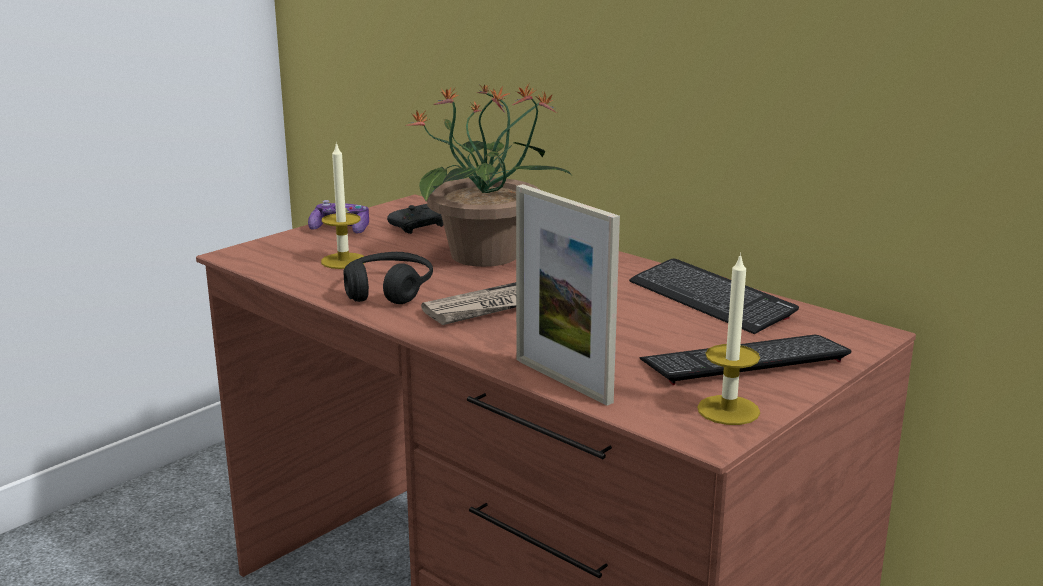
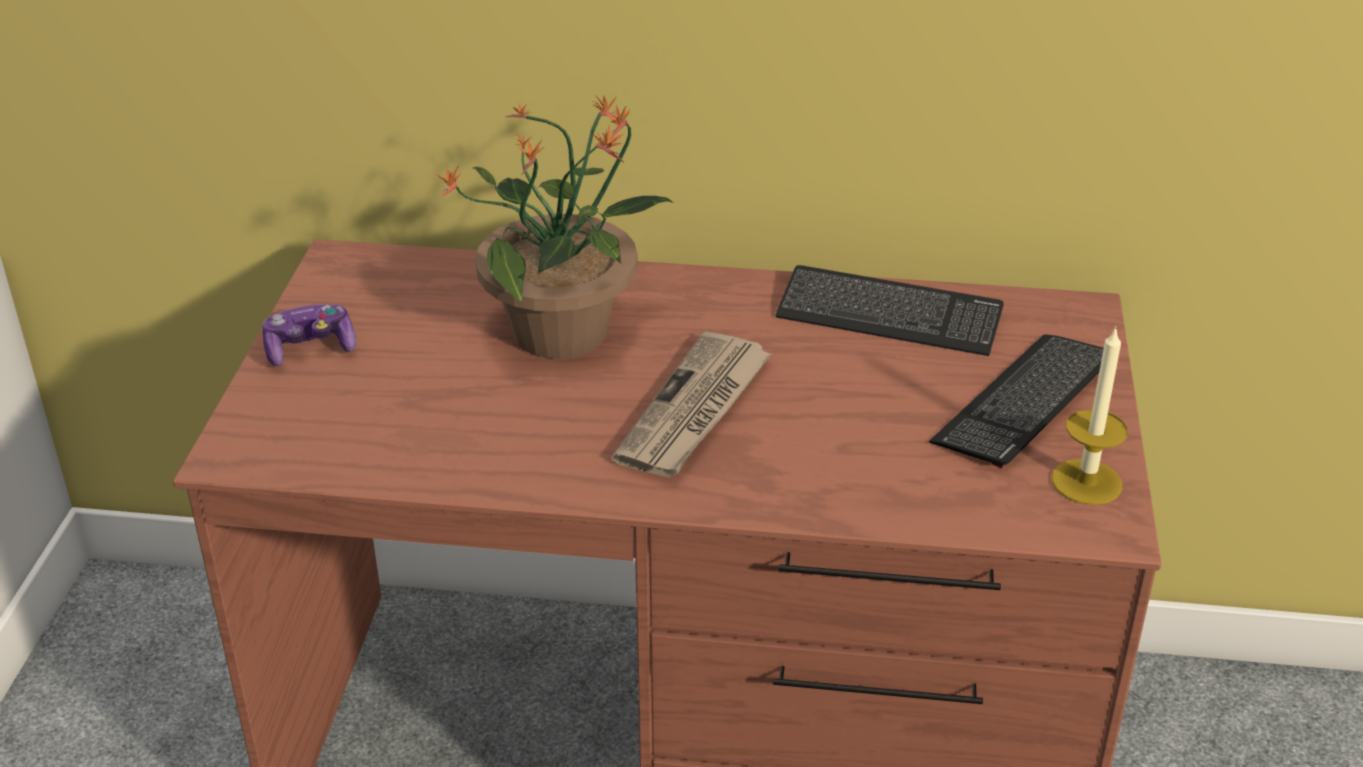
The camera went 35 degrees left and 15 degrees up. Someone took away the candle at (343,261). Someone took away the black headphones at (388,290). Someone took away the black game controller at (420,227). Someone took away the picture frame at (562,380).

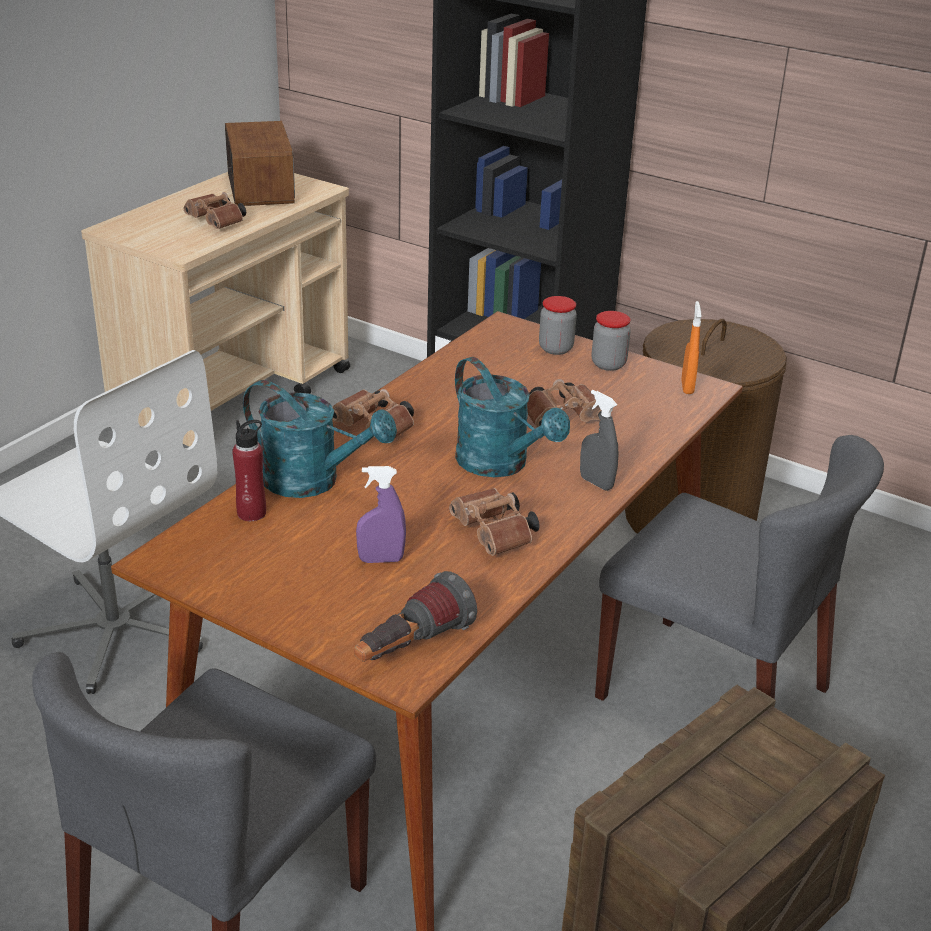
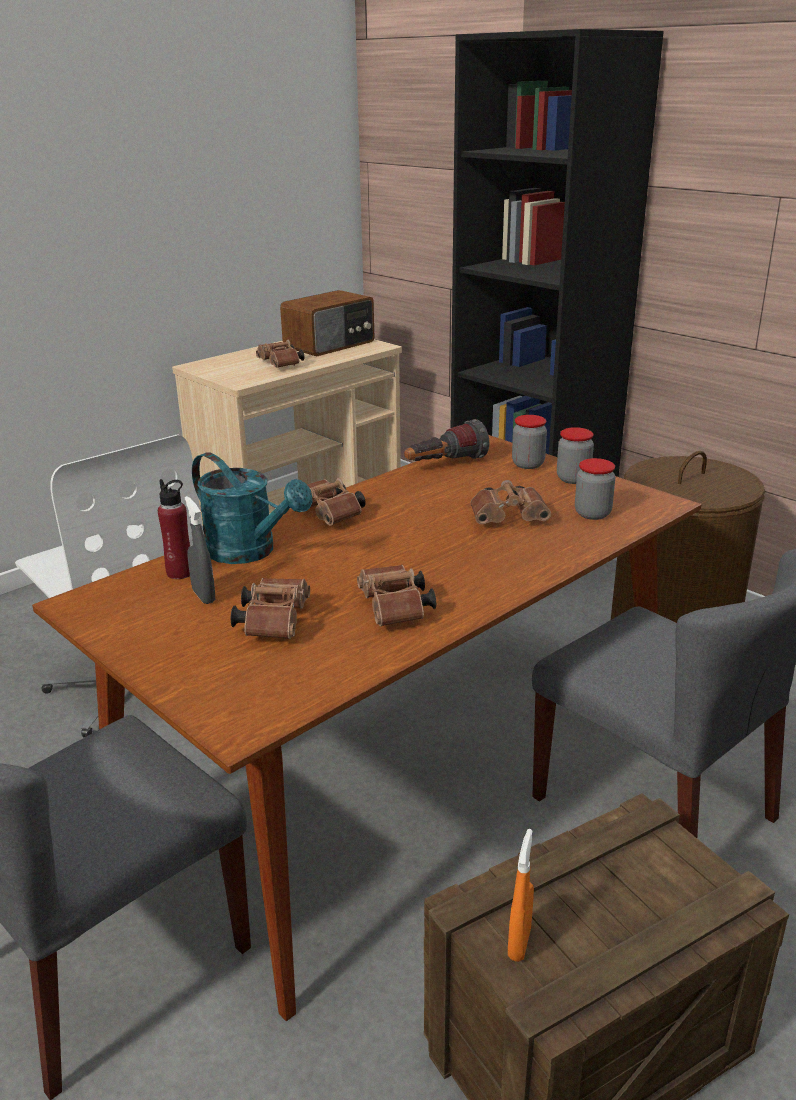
The camera went 15 degrees right and 5 degrees down. Someone rotated the radio at (262,188) by 45 degrees clockwise. Someone carried the flashlight from (411,648) to (444,465). Someone swapped the purple spray bottle at (381,560) for the brown binoculars at (274,621). Someone took away the turquoise watering can at (501,465). Someone carried the grey spray bottle from (596,483) to (203,596). Someone carried the orange spray bottle from (687,387) to (519,943). Someone put down the jar at (592,514).

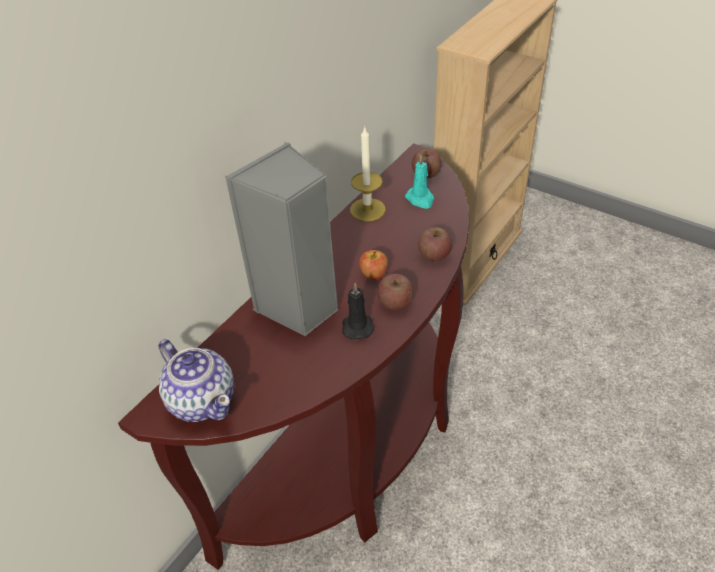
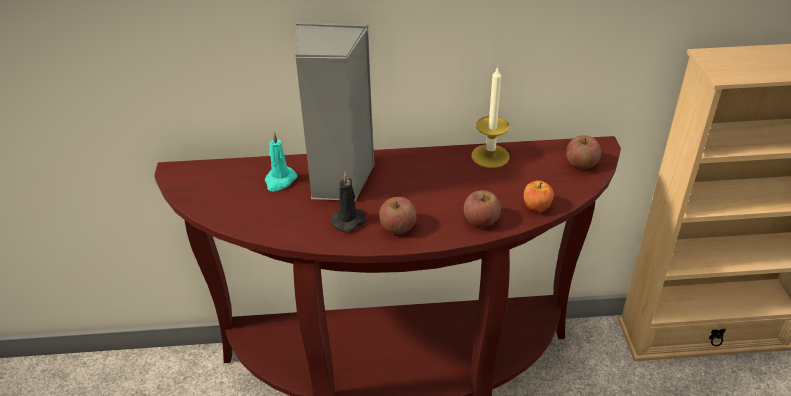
The camera went 50 degrees right and 5 degrees down. Someone took away the teapot at (202,400). Someone carried the apple from (374,274) to (536,207). Someone carried the turquoise candle from (420,199) to (280,181).

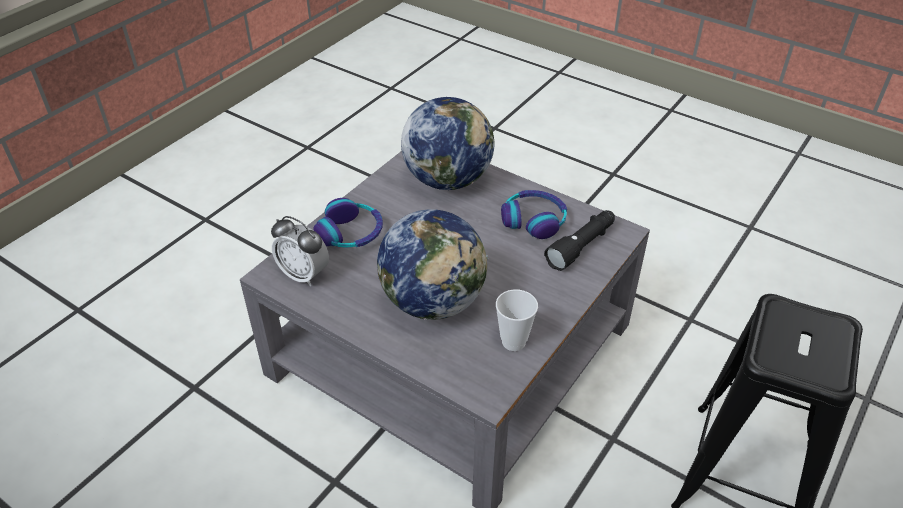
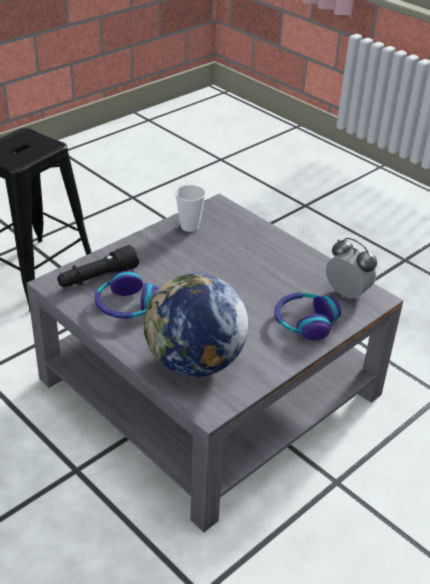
The camera went 170 degrees left and 5 degrees down. Someone took away the globe at (433,301).

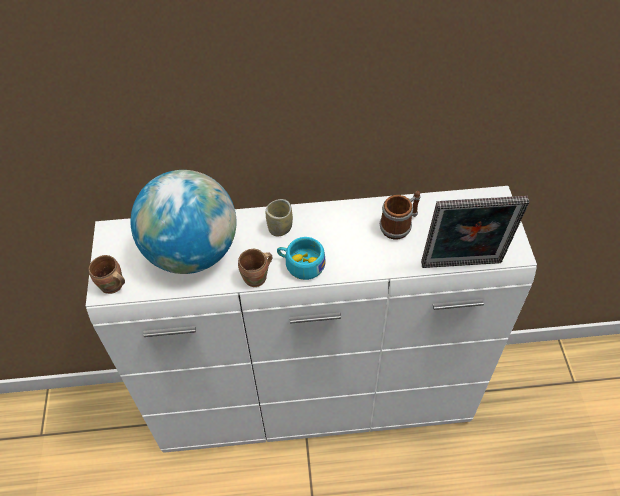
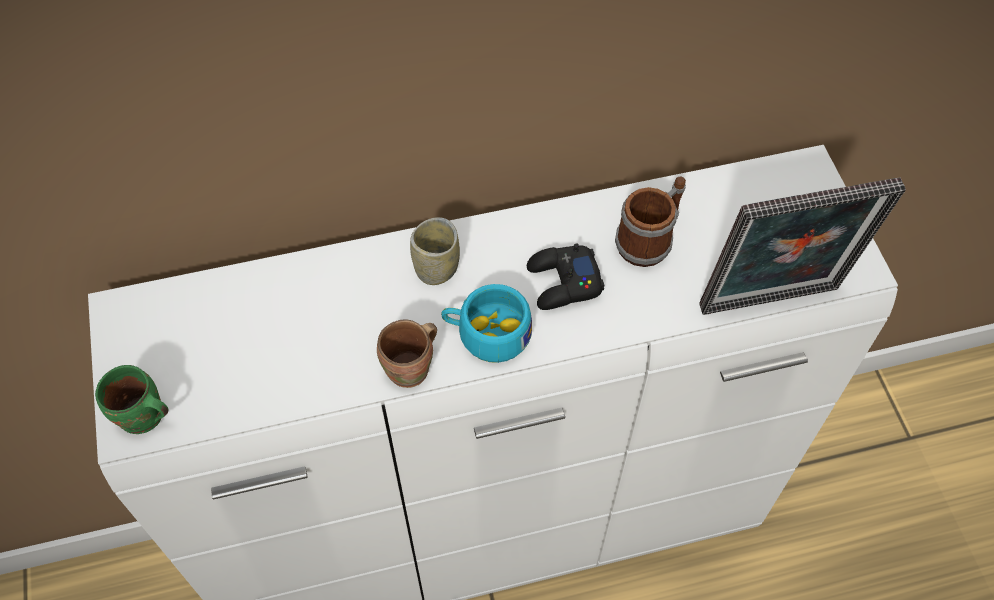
The camera went 10 degrees left and 5 degrees up. Someone repainted the brown mug at (112,286), which became the green mug at (143,419). Someone took away the globe at (192,252). Someone put down the black game controller at (563,283).

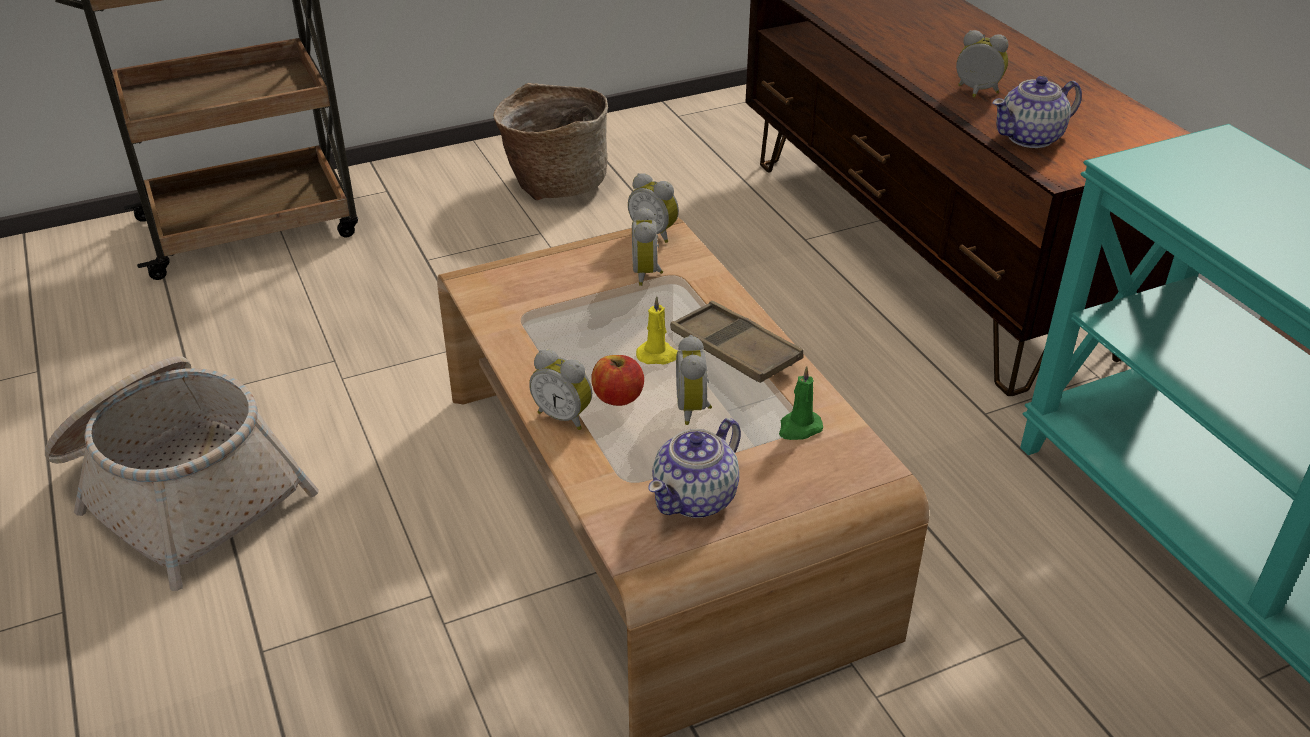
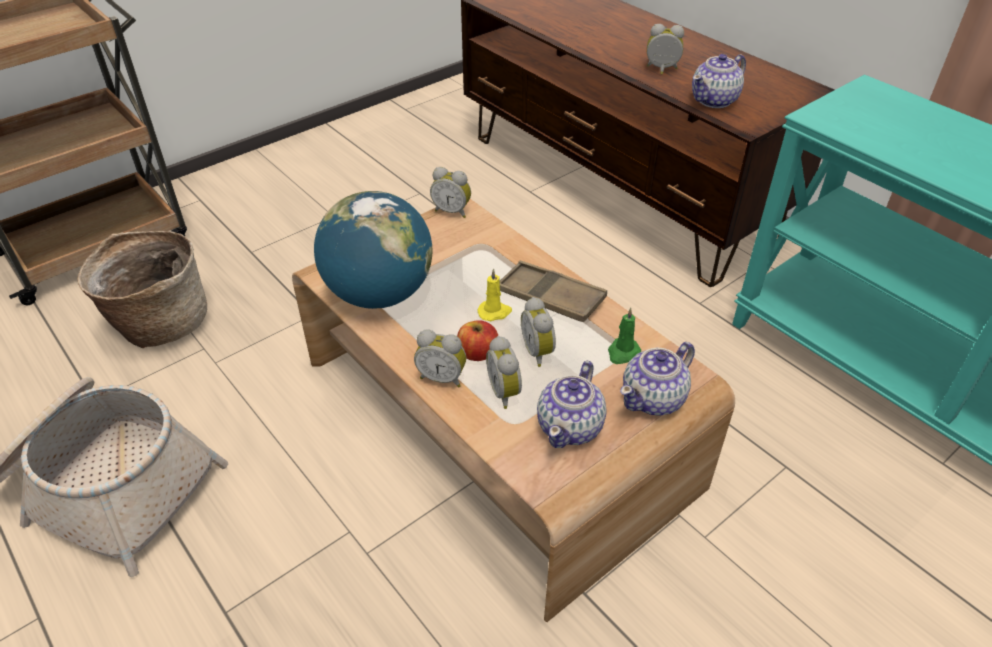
The camera went 15 degrees left and 5 degrees up. Someone carried the basket from (554,183) to (159,323). Someone carried the alarm clock from (648,273) to (506,392). Someone put down the globe at (379,294). Someone put down the teapot at (654,399).

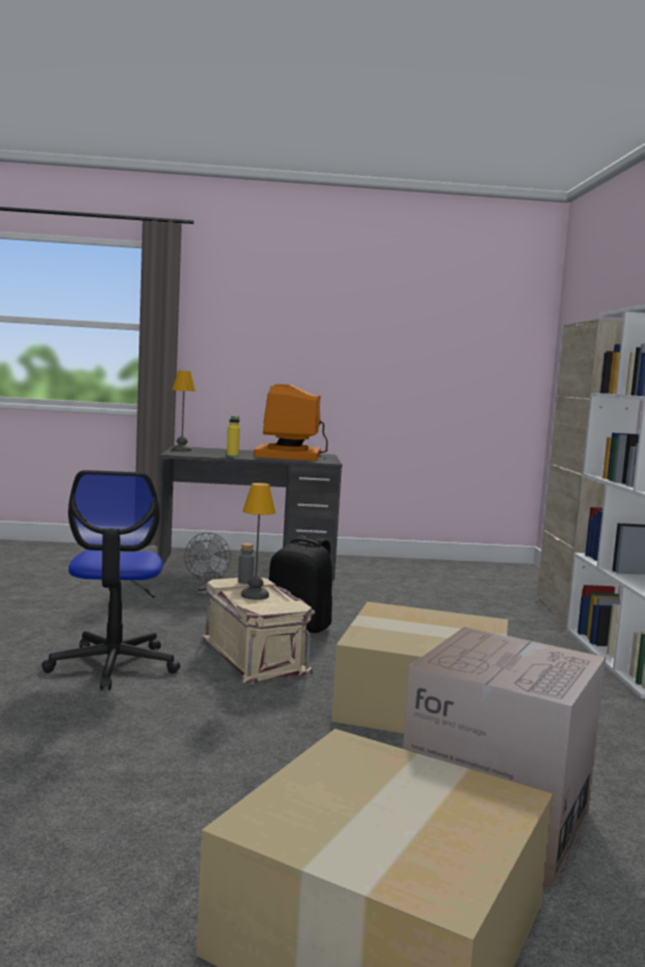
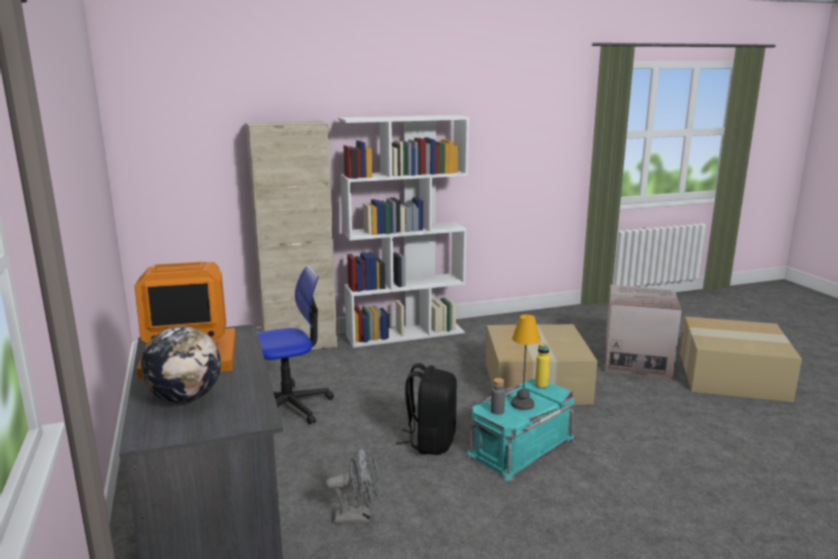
The camera went 105 degrees left and 10 degrees up. Someone carried the office chair from (113,665) to (290,406). Someone took away the table lamp at (182,450). Someone repainted the beige storage box at (256,656), which became the turquoise storage box at (520,447). Someone carried the yellow bottle from (232,456) to (541,385). Someone put down the globe at (185,398).

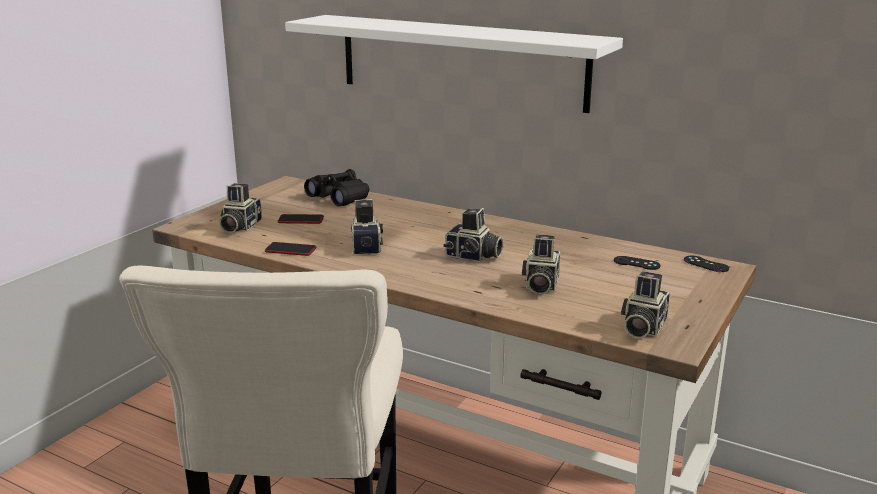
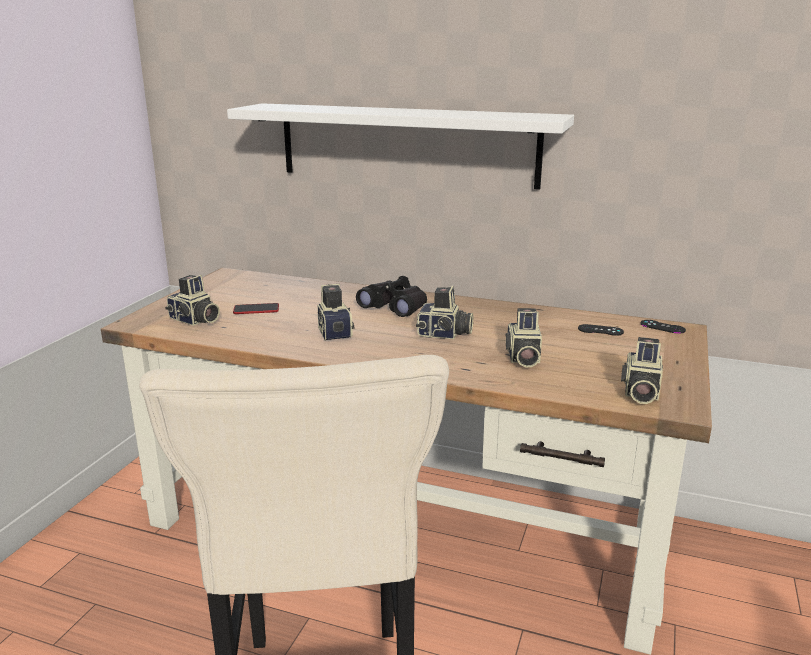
The camera went 10 degrees left and 0 degrees up. Someone rotated the photo camera at (239,227) by 60 degrees counterclockwise. Someone took away the phone at (290,250). Someone carried the black binoculars from (340,197) to (395,307).

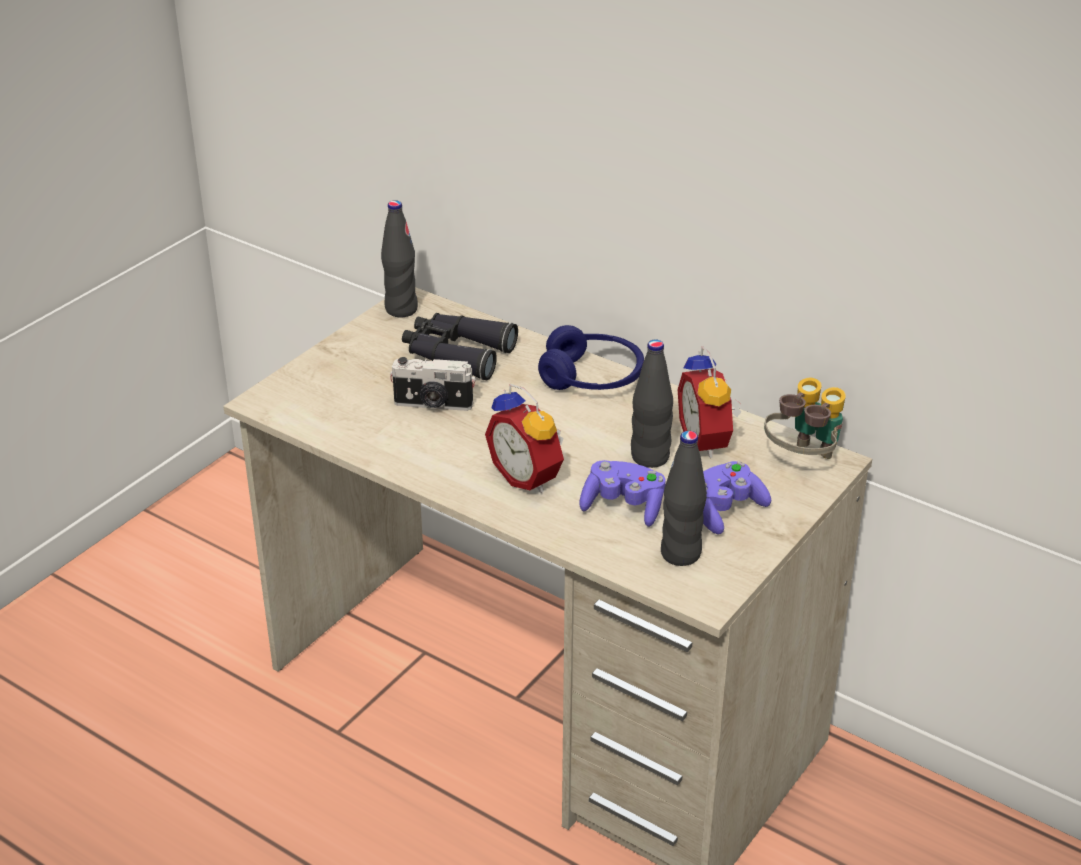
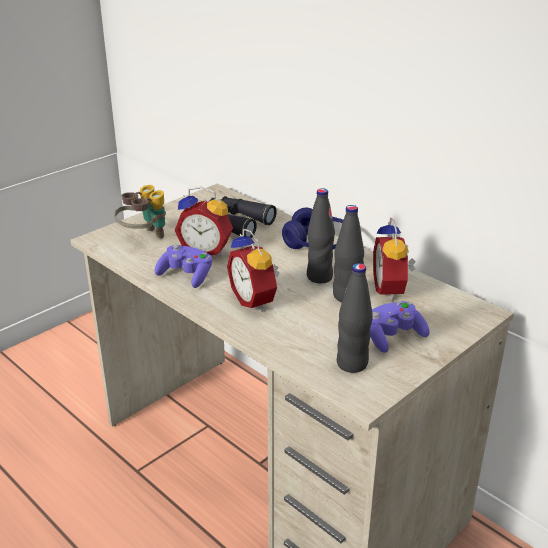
The camera went 10 degrees right and 5 degrees down. Someone carried the black bottle from (401,309) to (319,277). Someone swapped the photo camera at (433,405) for the alarm clock at (206,251). Someone carried the purple game controller from (624,506) to (186,276). Someone carried the binoculars from (803,460) to (144,238).

